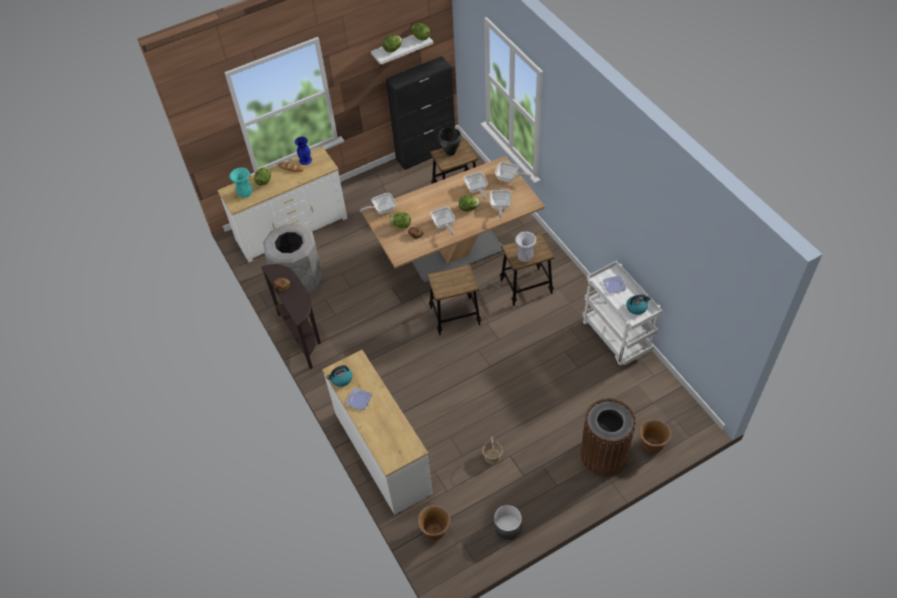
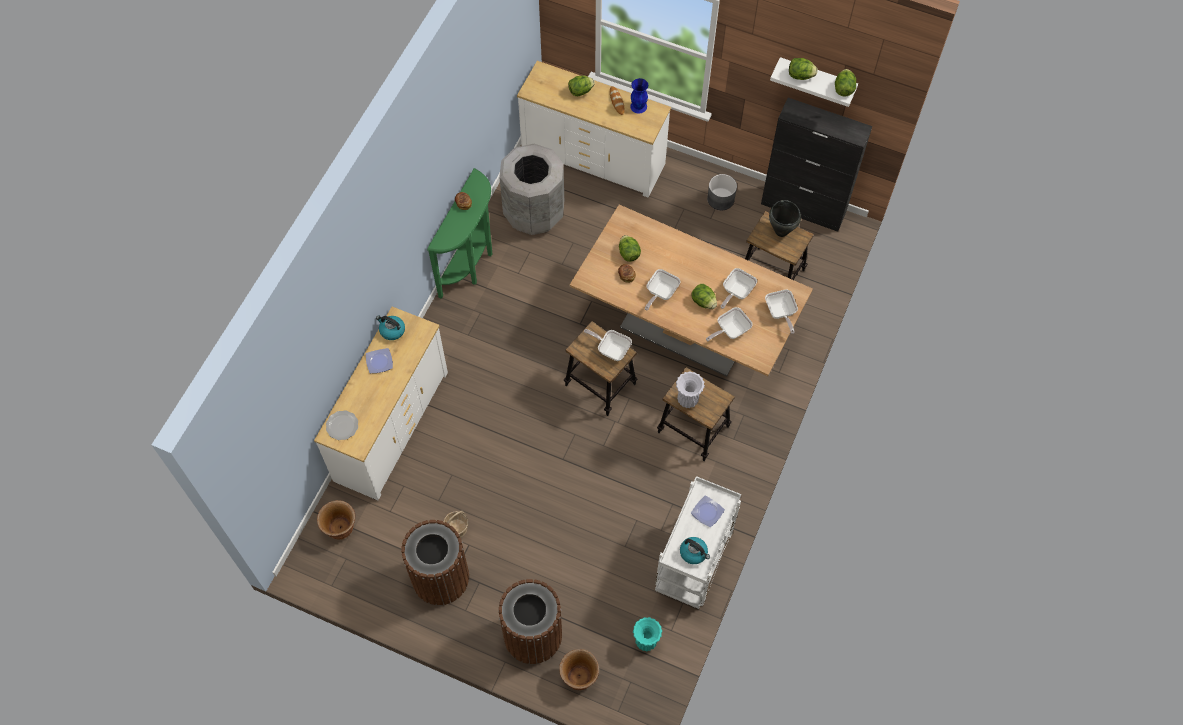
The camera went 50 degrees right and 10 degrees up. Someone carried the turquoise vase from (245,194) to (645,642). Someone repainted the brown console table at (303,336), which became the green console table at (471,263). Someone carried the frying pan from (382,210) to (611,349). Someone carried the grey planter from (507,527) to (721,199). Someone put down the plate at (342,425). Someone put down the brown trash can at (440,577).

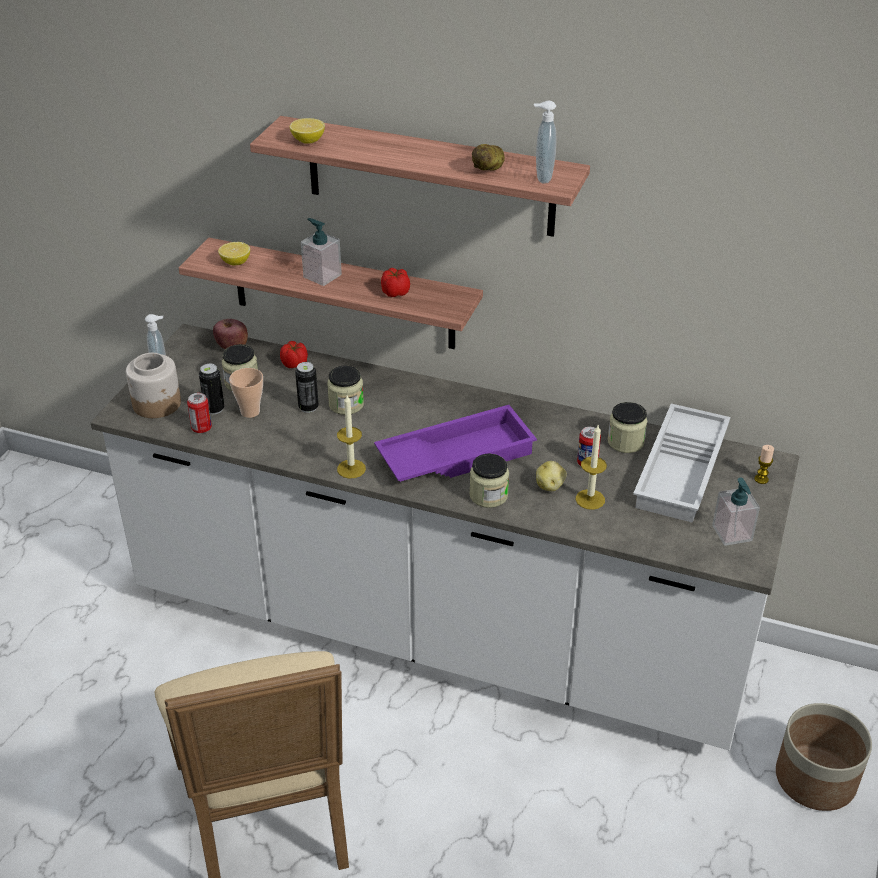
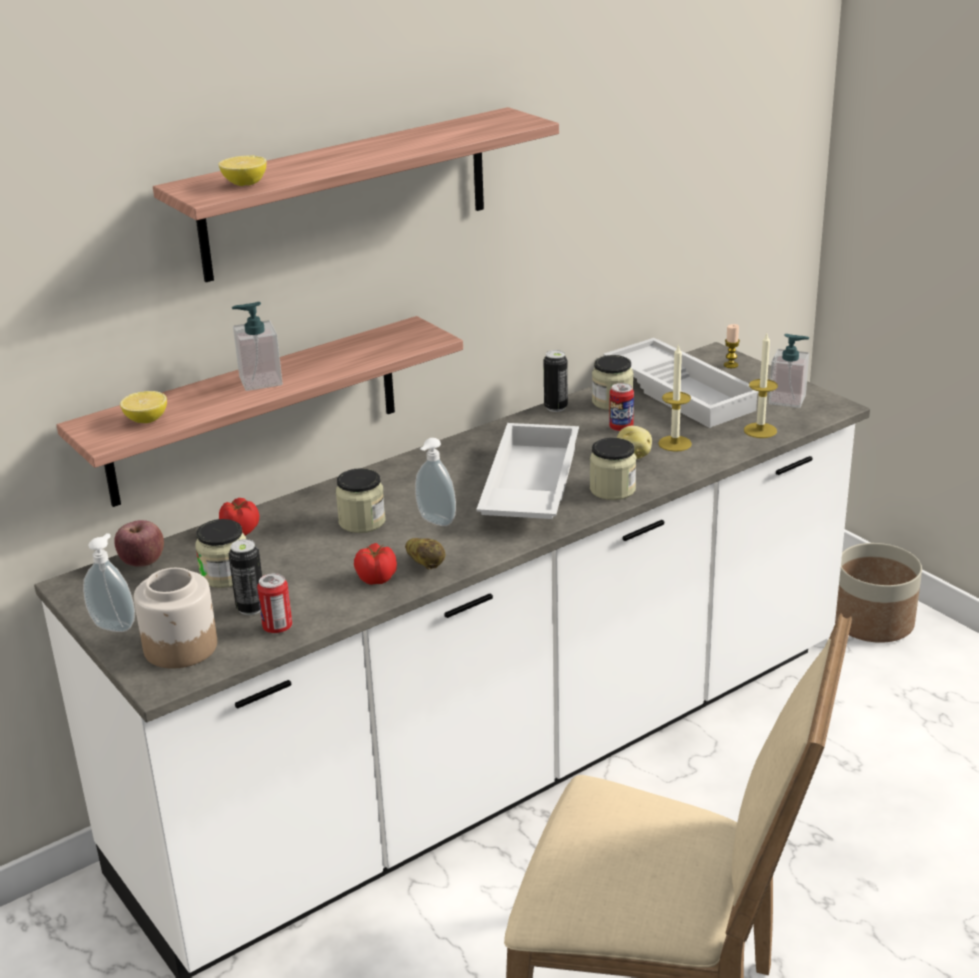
The camera went 55 degrees left and 10 degrees down. Someone took away the cup at (250,412). Someone carried the can from (308,407) to (555,407). Someone carried the candle from (351,469) to (760,430). Someone repainted the purple tray at (456,454), which became the white tray at (528,486). Someone carried the tomato from (395,292) to (375,578). Someone carried the potato from (489,169) to (426,565). Someone carried the soap dispenser from (542,177) to (435,522).

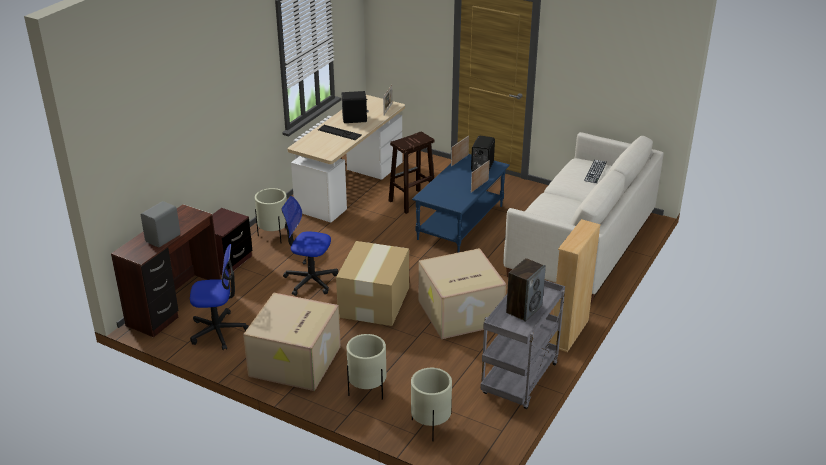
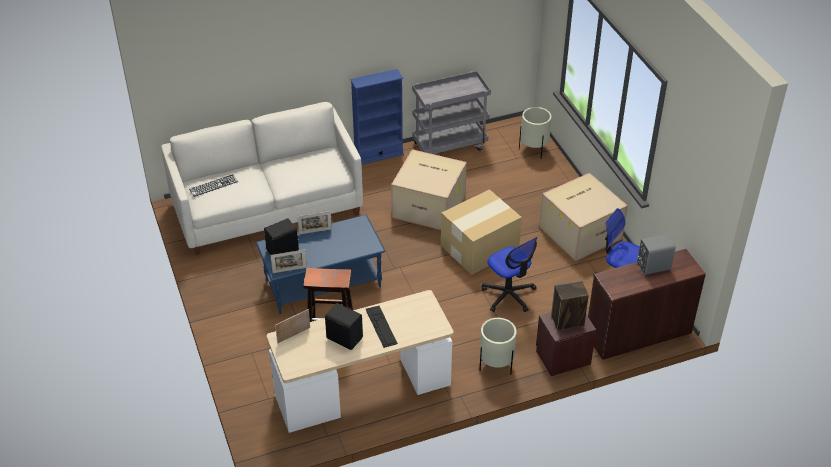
The camera went 140 degrees left and 10 degrees up. Someone took away the beige planter at (367,390). Someone carried the speaker from (524,309) to (567,321). Someone repainted the beige bookcase at (569,333), which became the blue bookcase at (378,155).

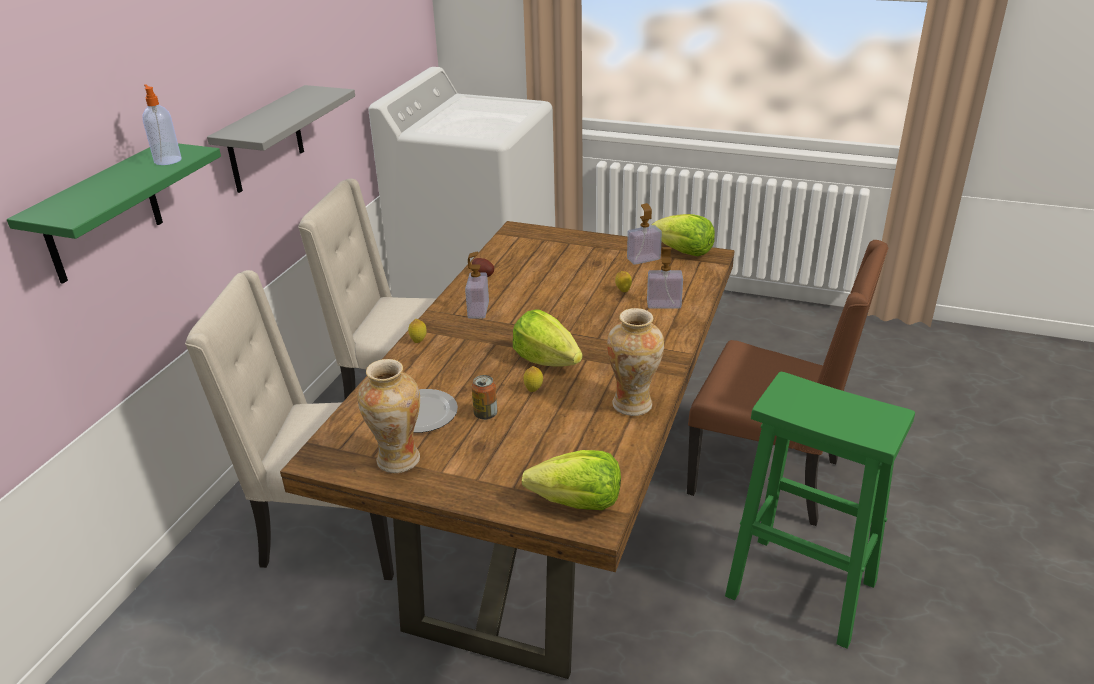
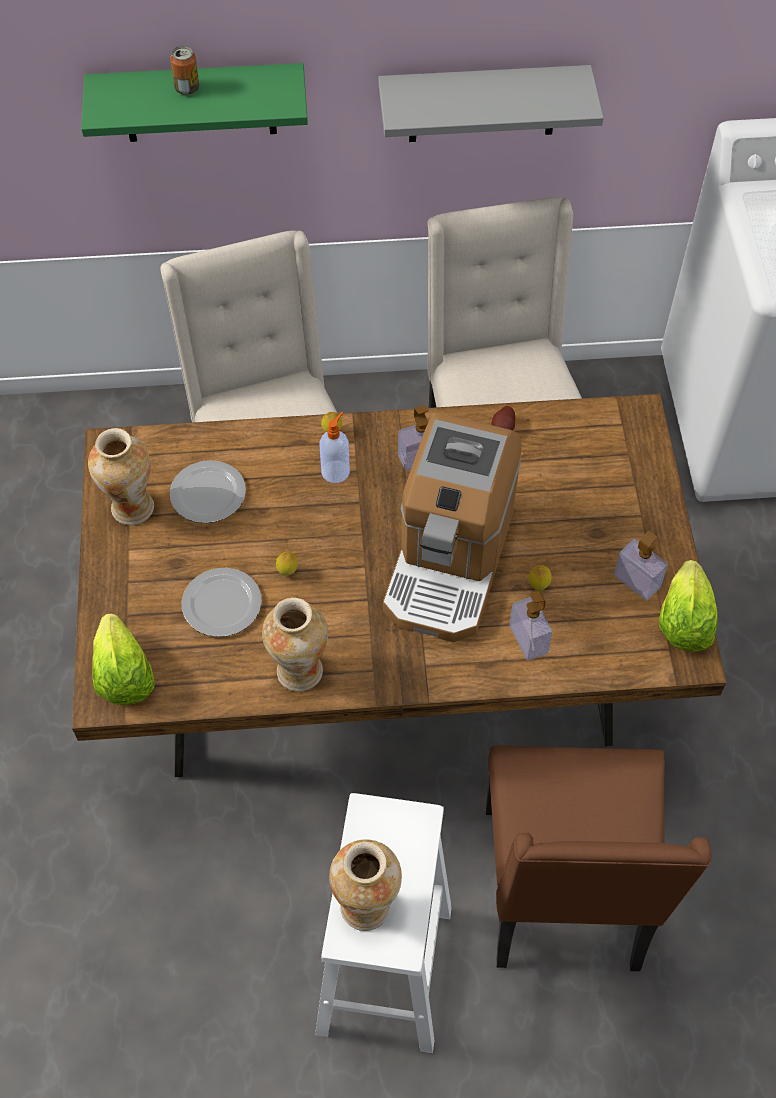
The camera went 65 degrees right and 25 degrees up. Someone carried the soap dispenser from (167,160) to (336,471). Someone carried the can from (485,414) to (187,88). Someone took away the lettuce at (546,360). Someone repainted the green stool at (803,589), which became the white stool at (385,973). Someone put down the plate at (221,605). Someone put down the vase at (366,907). Someone put down the coffee machine at (449,562).

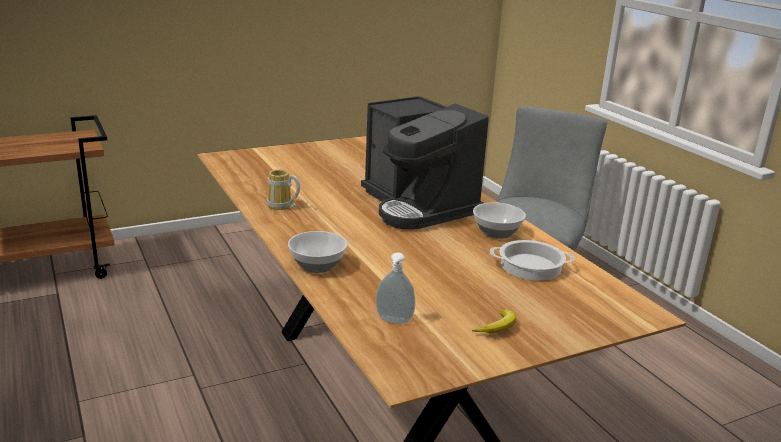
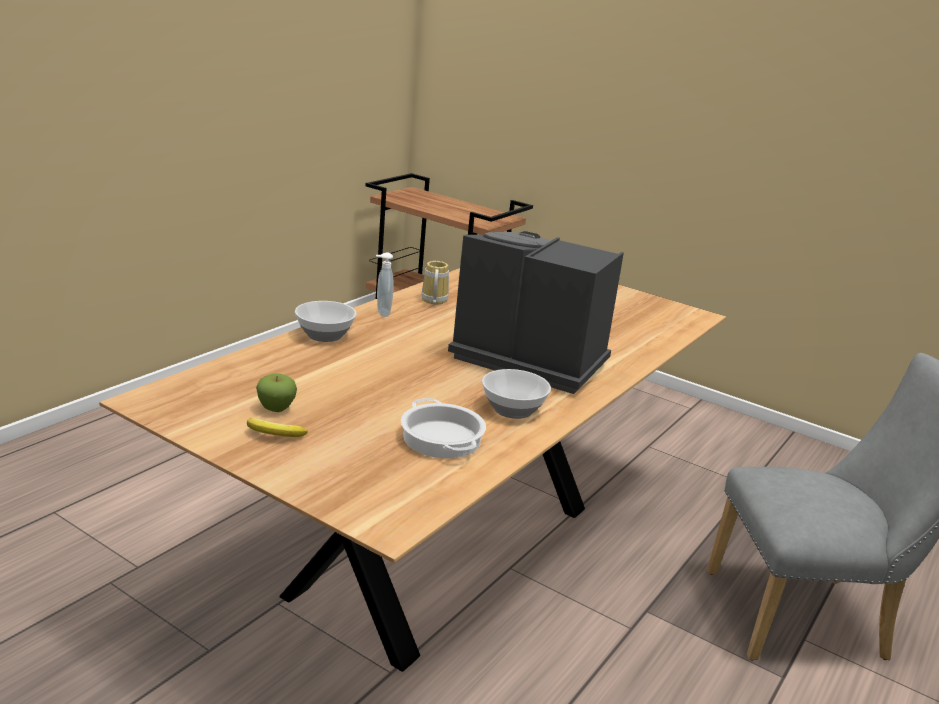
The camera went 60 degrees right and 0 degrees up. Someone rotated the coffee machine at (418,206) by 90 degrees clockwise. Someone carried the soap dispenser from (393,321) to (382,313). Someone put down the apple at (276,409).

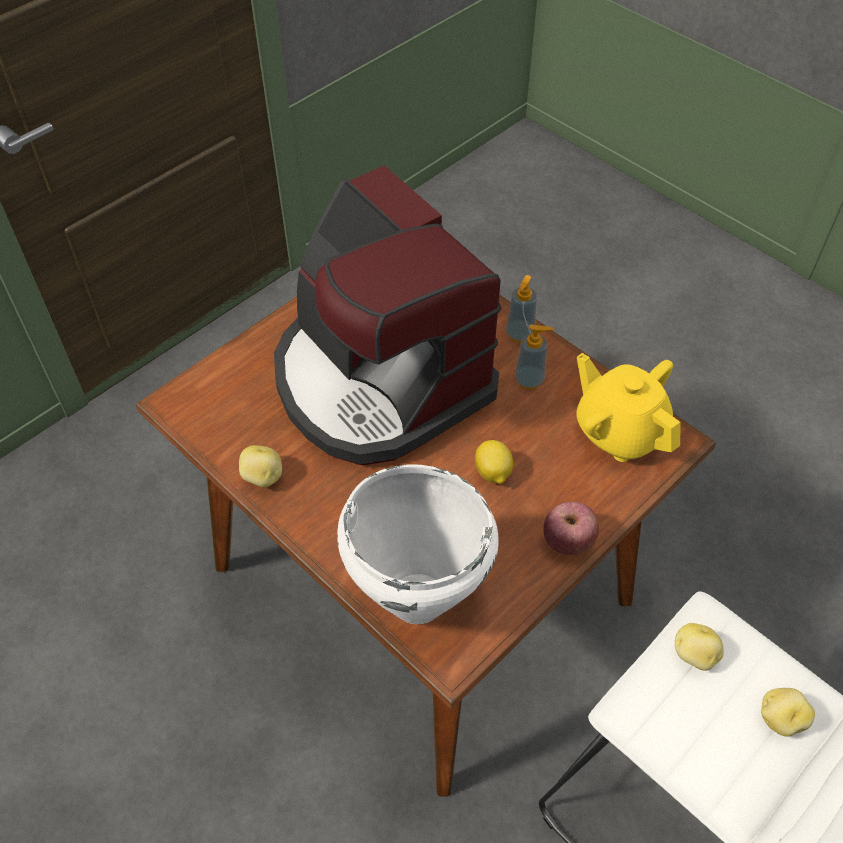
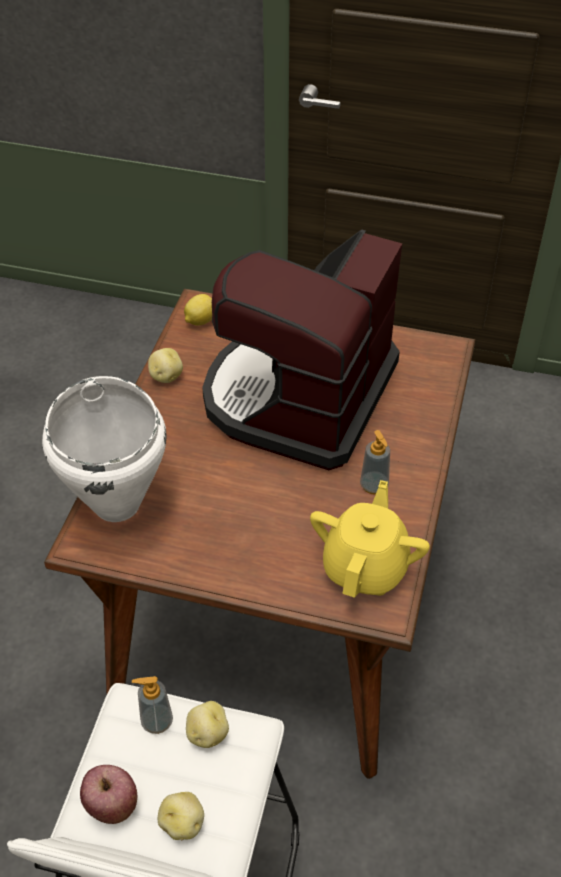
The camera went 60 degrees right and 5 degrees down. Someone carried the lemon from (492,473) to (199,321). Someone carried the soap dispenser from (519,334) to (157,721). Someone carried the apple from (568,542) to (112,805).

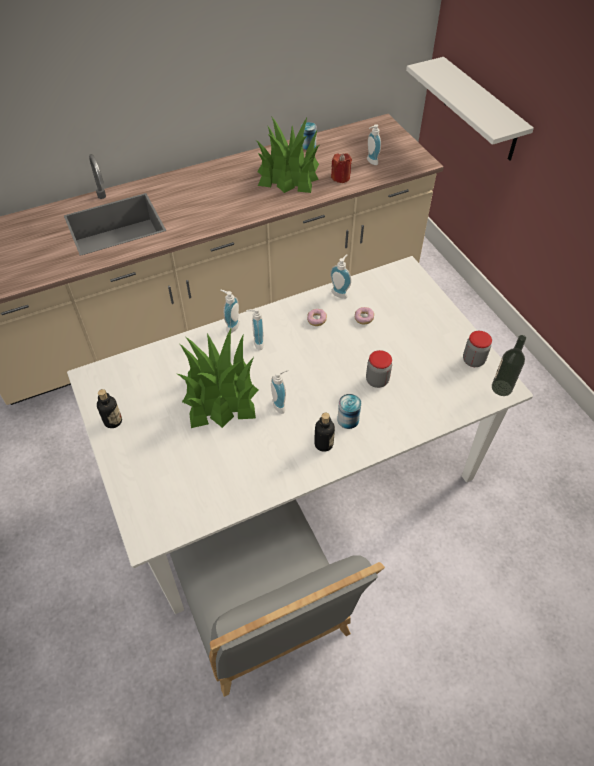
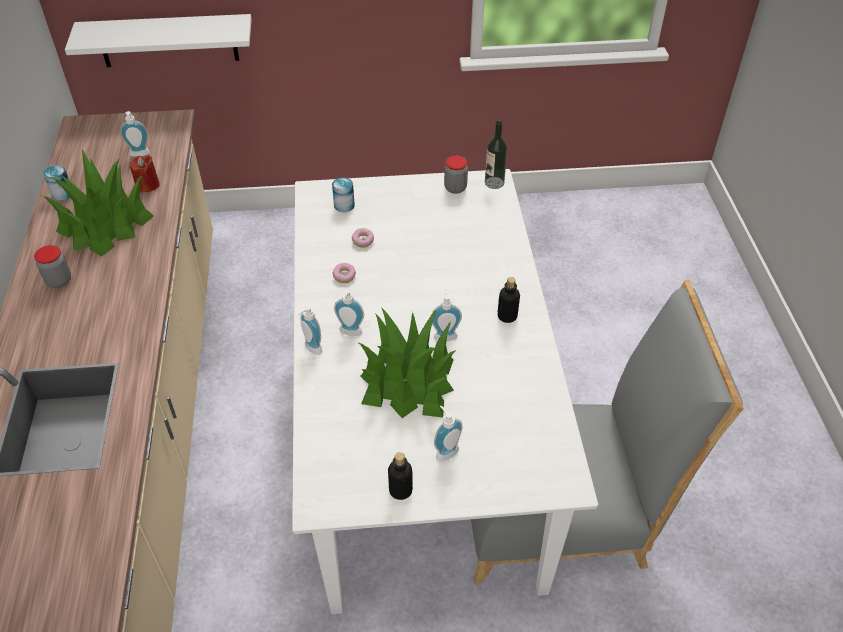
The camera went 70 degrees left and 5 degrees down. Someone carried the soap dispenser from (340,293) to (445,451). Someone carried the can from (348,419) to (344,205). Someone carried the jar from (377,380) to (59,281).

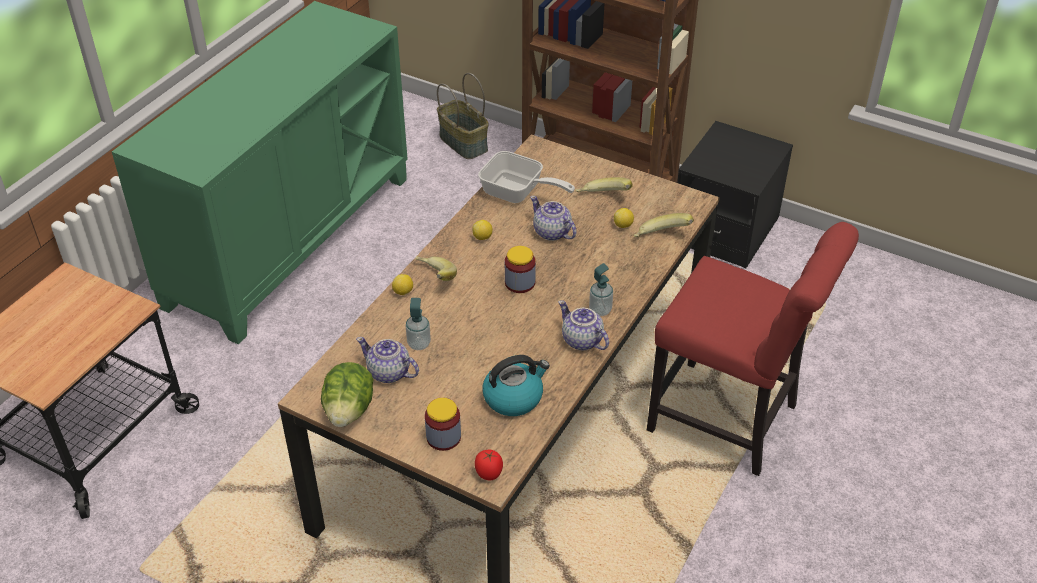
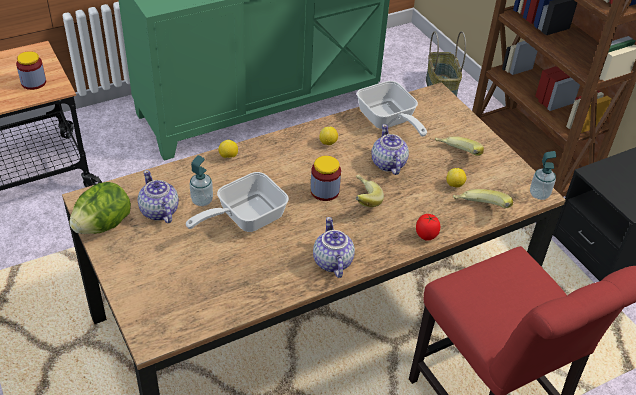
The camera went 30 degrees right and 0 degrees up. Someone carried the banana from (434,278) to (362,200). Someone carried the jar from (443,437) to (33,82). Someone carried the tomato from (489,473) to (426,235). Someone took away the kettle at (514,397). Someone carried the soap dispenser from (600,310) to (539,194). Someone put down the frying pan at (244,218).

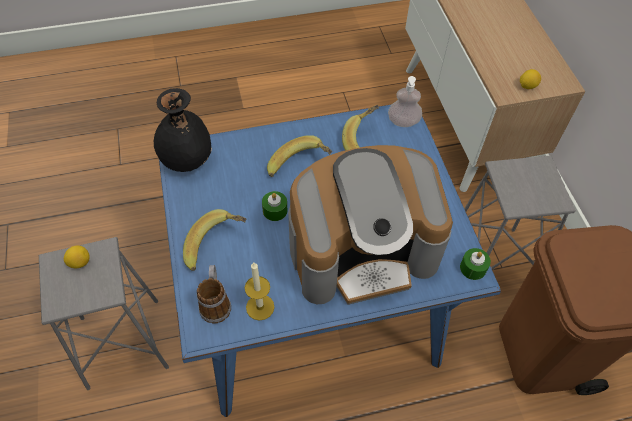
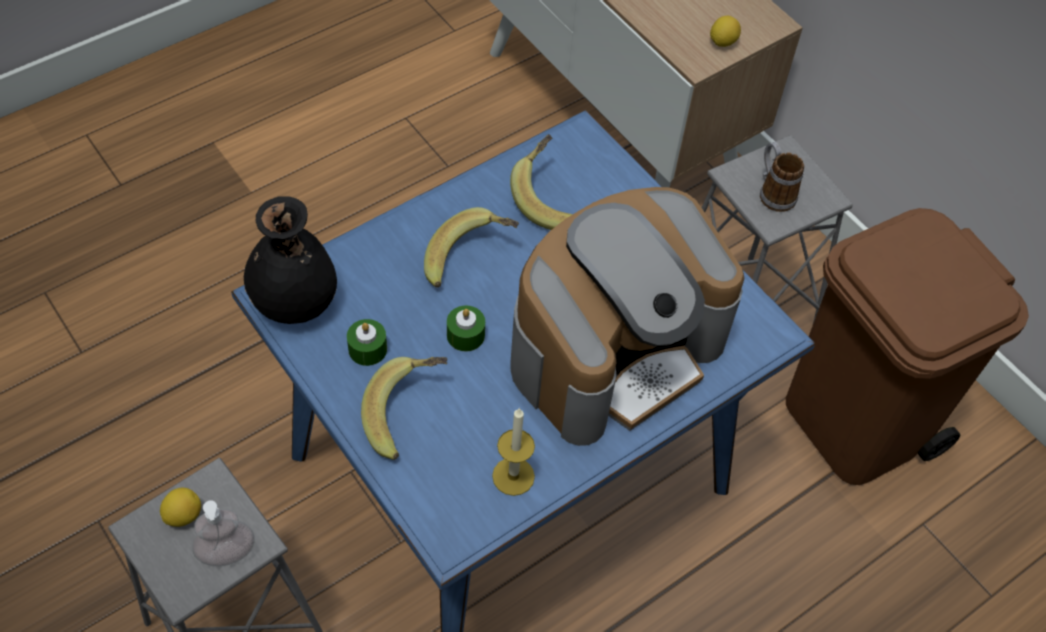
The camera went 25 degrees left and 0 degrees up. Someone carried the mug from (216,303) to (773,192). Someone carried the soap dispenser from (403,122) to (226,552). Someone carried the green candle from (473,268) to (367,349).

